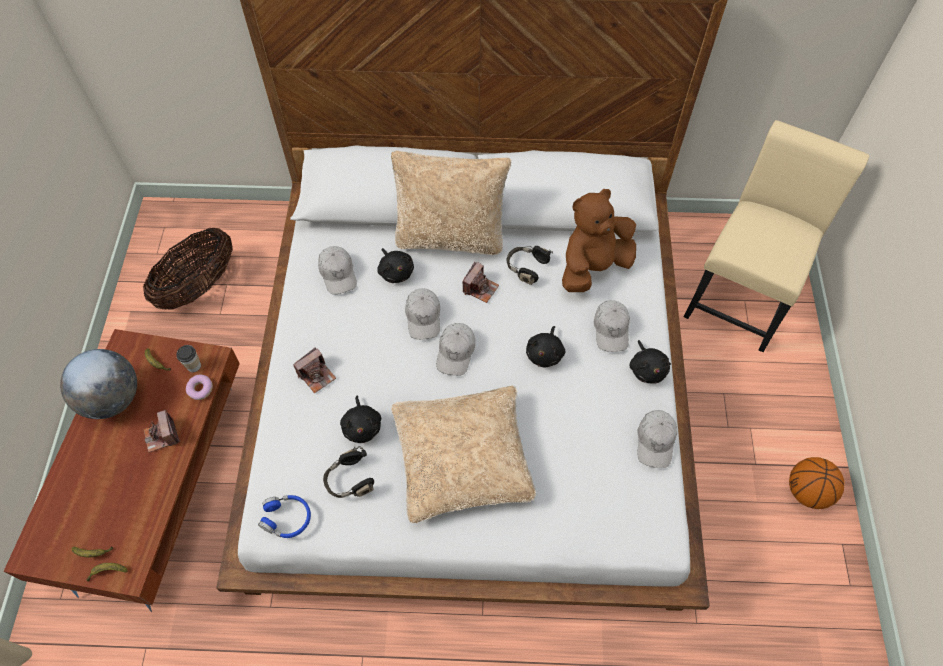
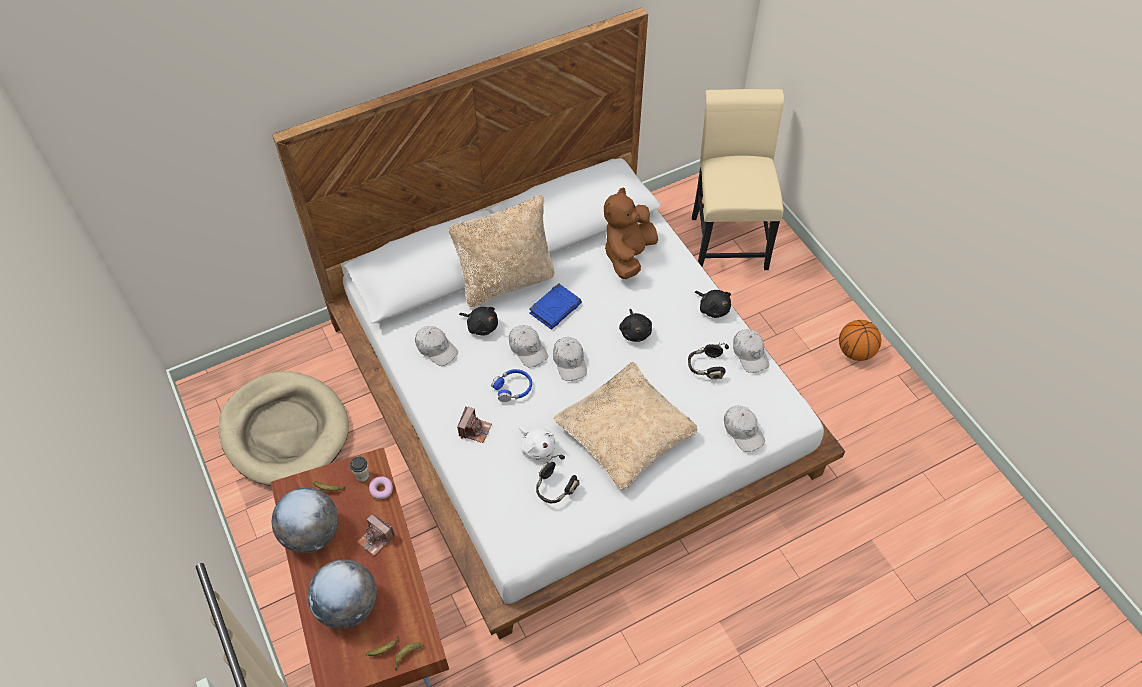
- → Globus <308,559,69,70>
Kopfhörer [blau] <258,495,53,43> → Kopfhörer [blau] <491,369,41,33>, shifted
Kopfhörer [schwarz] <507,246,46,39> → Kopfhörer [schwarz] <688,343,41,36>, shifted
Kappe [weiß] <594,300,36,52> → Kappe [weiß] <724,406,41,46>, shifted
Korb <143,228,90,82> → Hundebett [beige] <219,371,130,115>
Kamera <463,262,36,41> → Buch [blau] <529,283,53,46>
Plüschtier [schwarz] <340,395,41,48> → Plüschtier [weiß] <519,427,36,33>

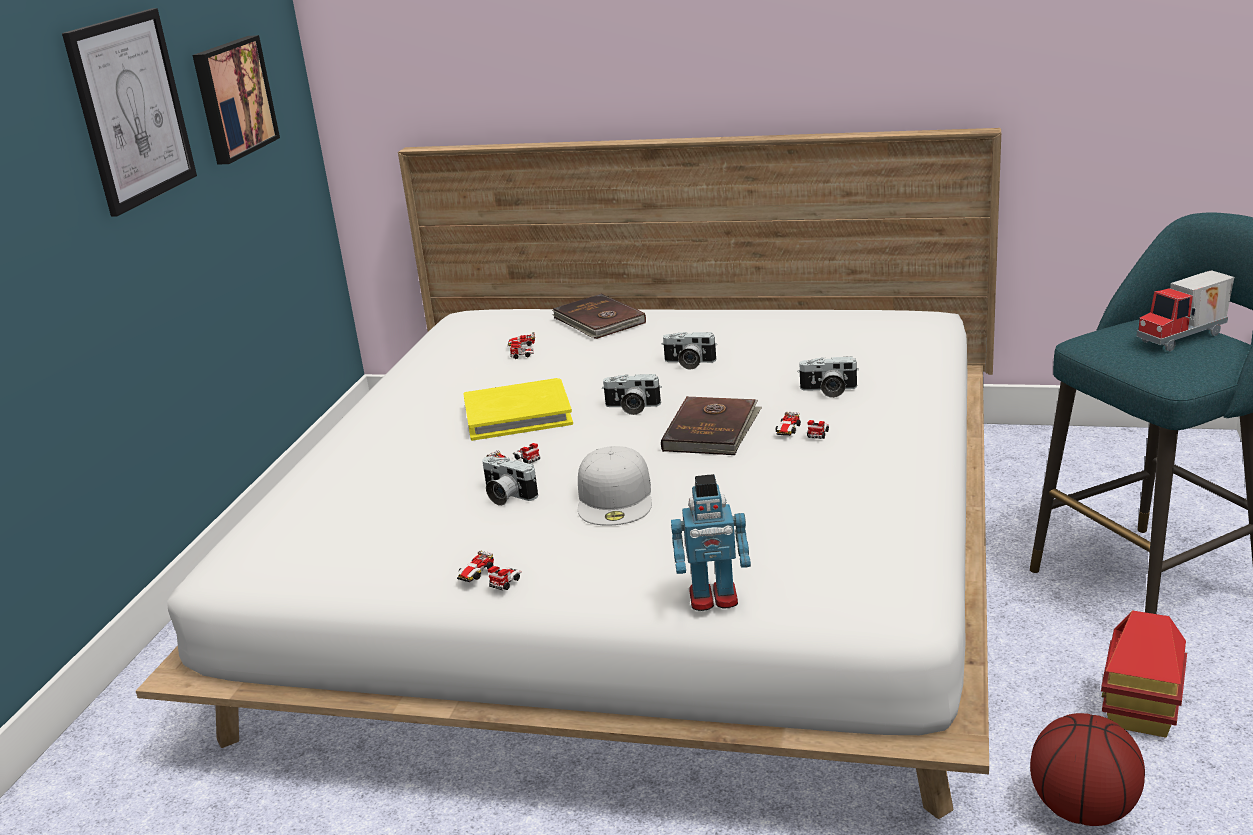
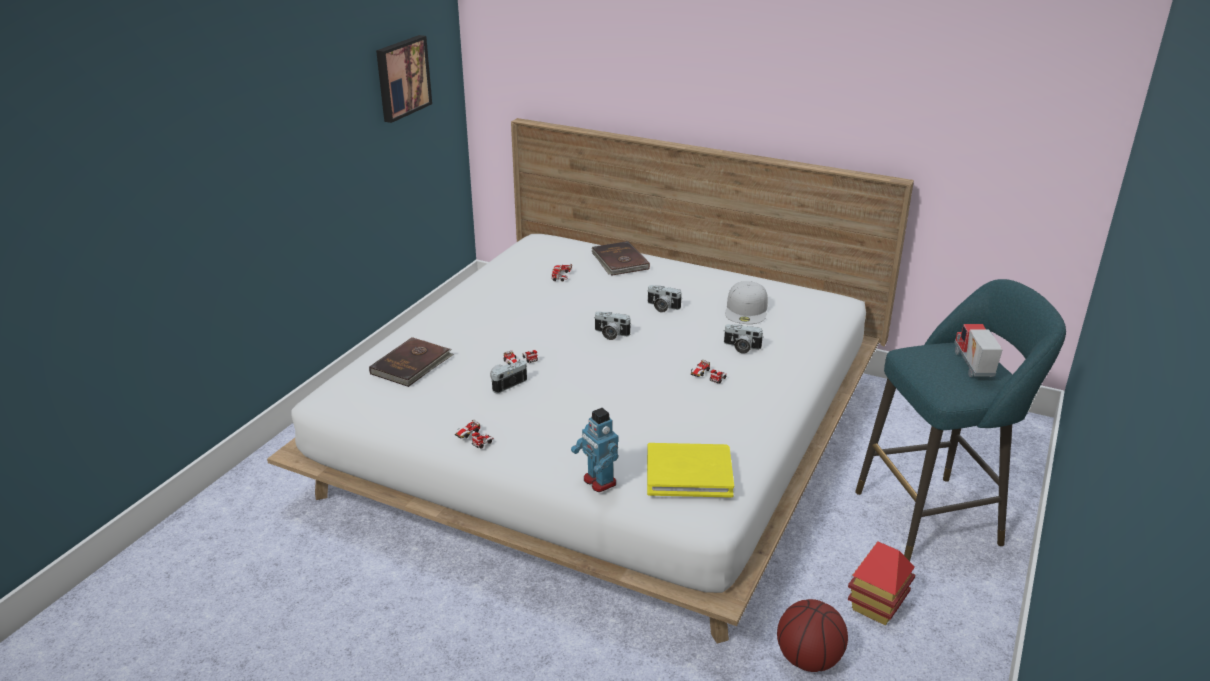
Bild <62,8,135,209> → -
Buch [gelb] <463,378,110,63> → Buch [gelb] <647,443,87,55>, shifted
Kappe [weiß] <578,446,74,80> → Kappe [weiß] <725,281,43,43>, shifted
Buch [braun] <661,396,101,59> → Buch [braun] <369,337,85,50>, shifted
Kamera <482,456,56,50> → Kamera <490,360,37,34>, 90 degrees clockwise
Spielzeugroboter <671,474,80,137> → Spielzeugroboter <571,408,48,84>, 45 degrees clockwise
Spielzeuglaster <1136,270,98,81> → Spielzeuglaster <954,324,49,53>, 105 degrees clockwise

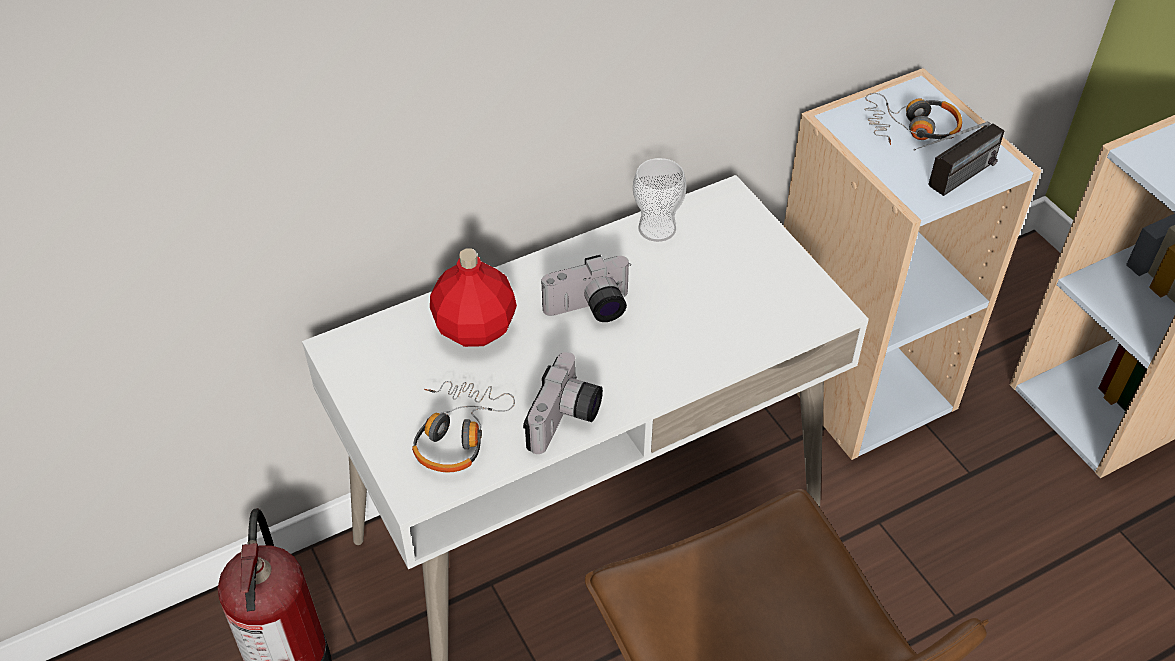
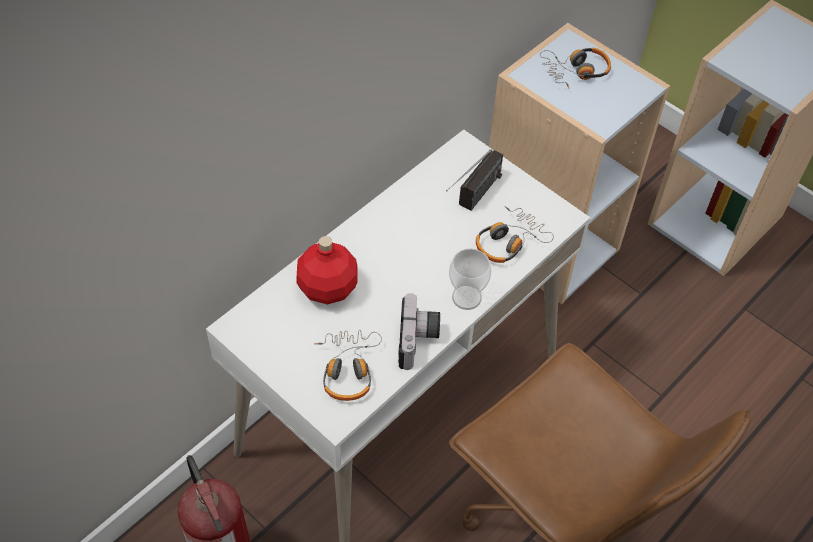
Kamera <541,255,90,67> → -
- → Kopfhörer <476,206,78,57>
Tasse <633,158,54,84> → Tasse <449,249,43,61>, shifted
Radio <914,121,91,75> → Radio <446,149,57,62>, shifted

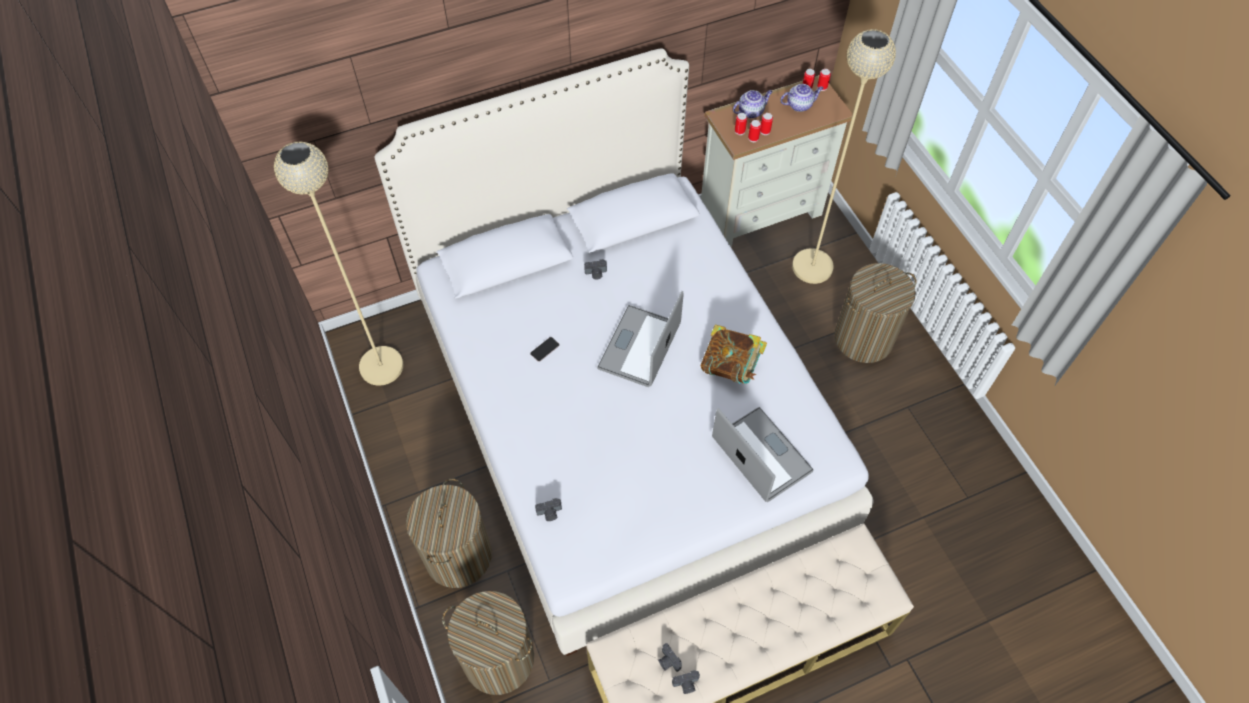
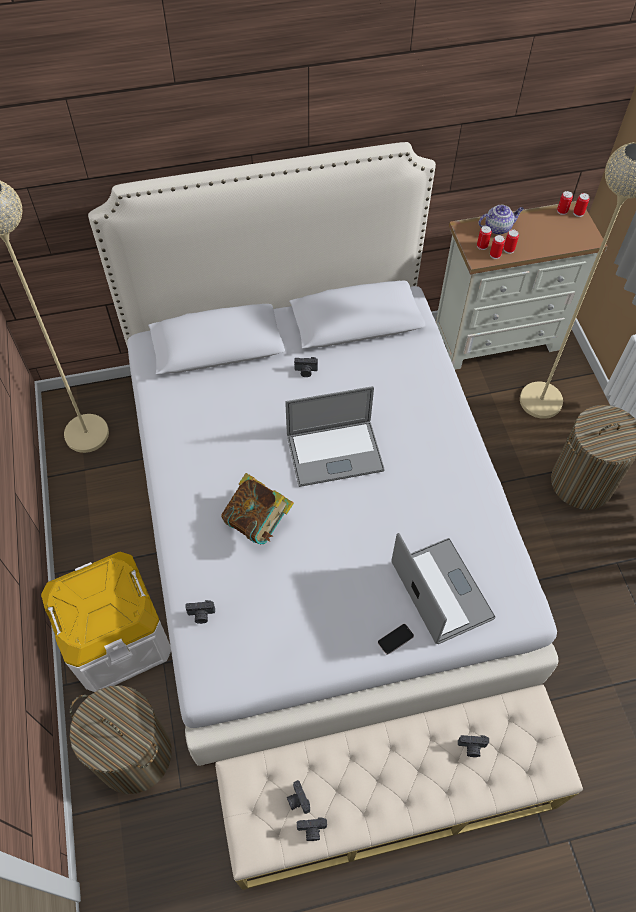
Teekanne <780,84,43,28> → -
- → Kamera <458,735,31,22>
Handy <530,337,30,25> → Handy <378,624,36,31>, shifted
Buch <701,324,66,60> → Buch <221,473,73,71>, shifted
Wäschekorb <406,479,86,109> → Aufbewahrungsbox [weiß] <41,552,130,140>
Laptop <597,291,87,96> → Laptop <285,386,99,101>, 135 degrees counterclockwise

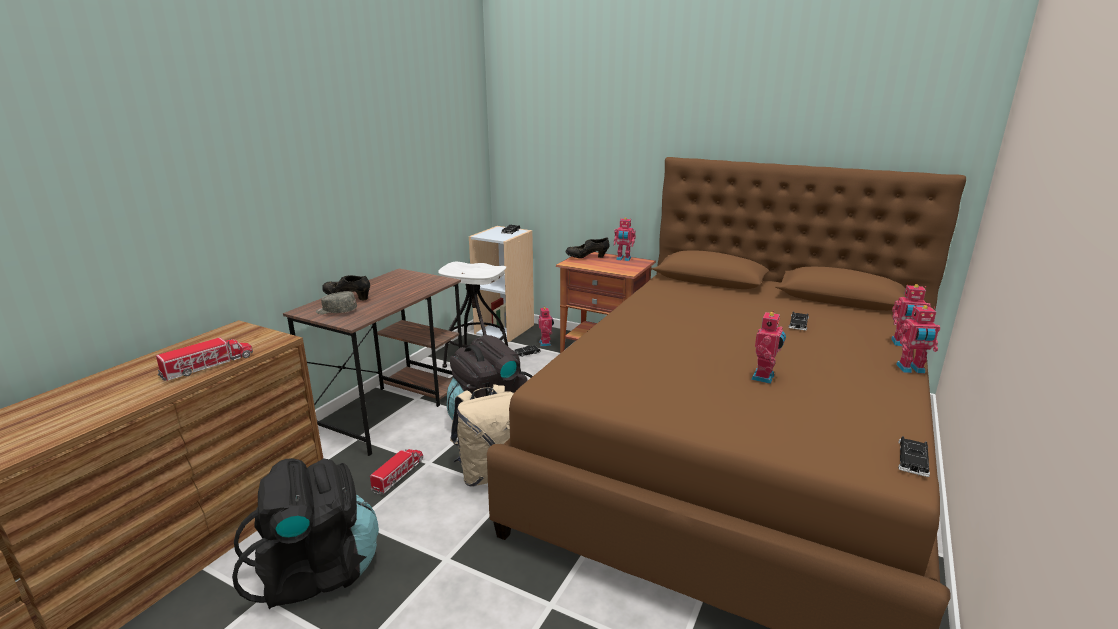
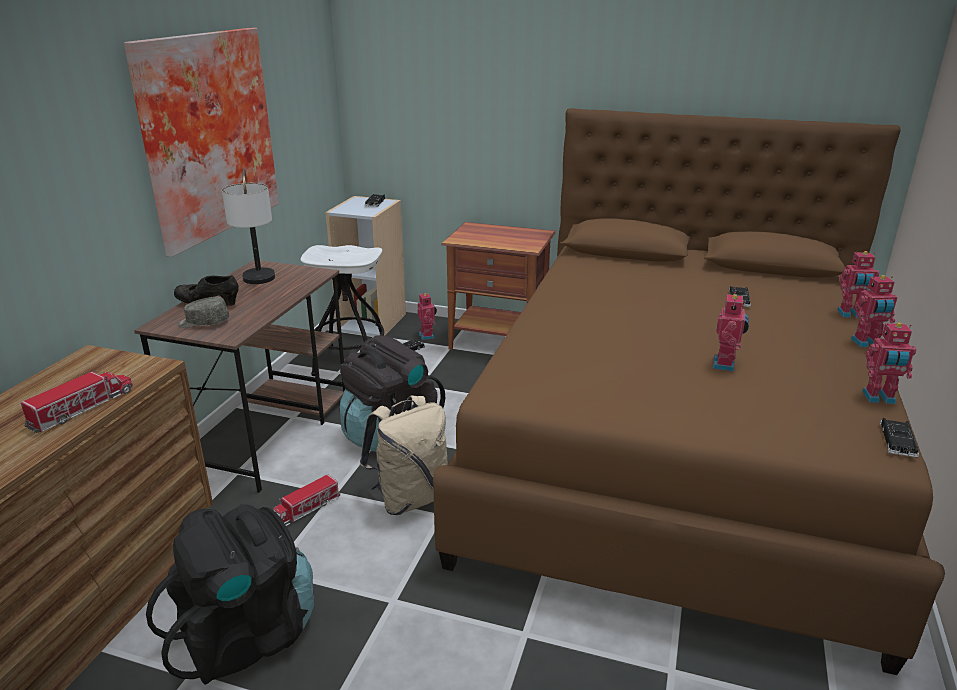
Schuh [schwarz] <565,238,44,20> → -
- → Bild <124,27,155,230>
- → Tischlampe <222,169,53,115>
Spielzeugroboter <614,218,22,43> → Spielzeugroboter <862,322,54,82>, shifted
Spielzeuglaster <370,449,53,45> → Spielzeuglaster <273,474,67,52>, 150 degrees counterclockwise

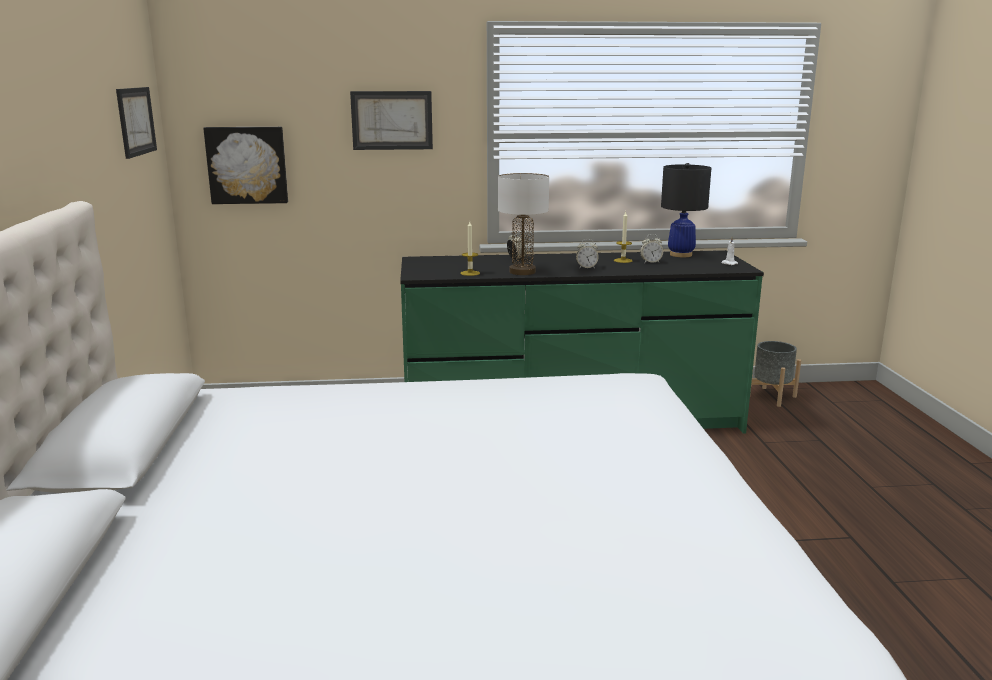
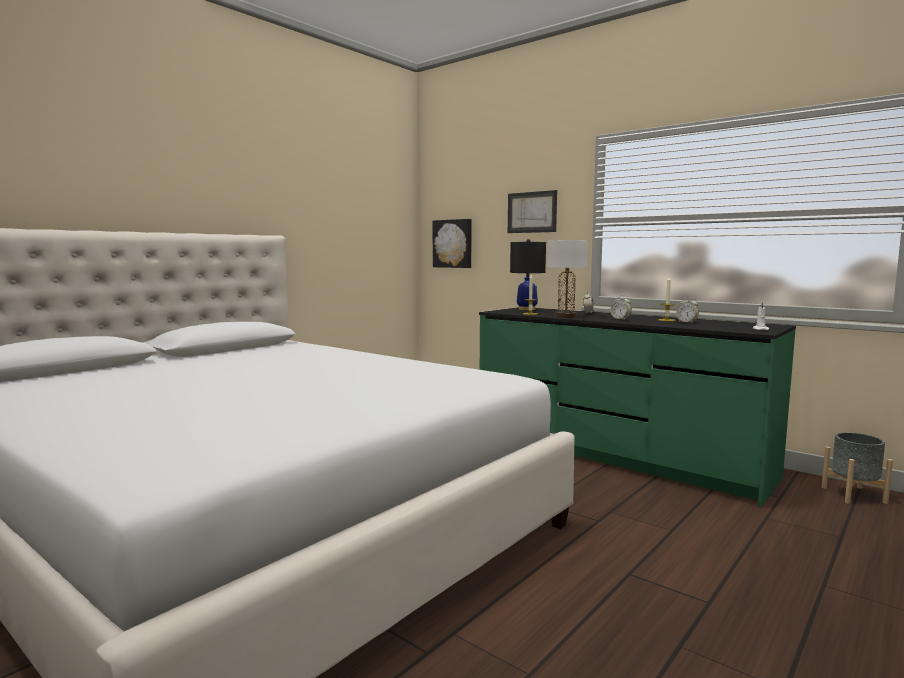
Bild <116,87,41,72> → -
Tischlampe [schwarz] <661,163,50,94> → Tischlampe [schwarz] <510,239,36,71>, shifted

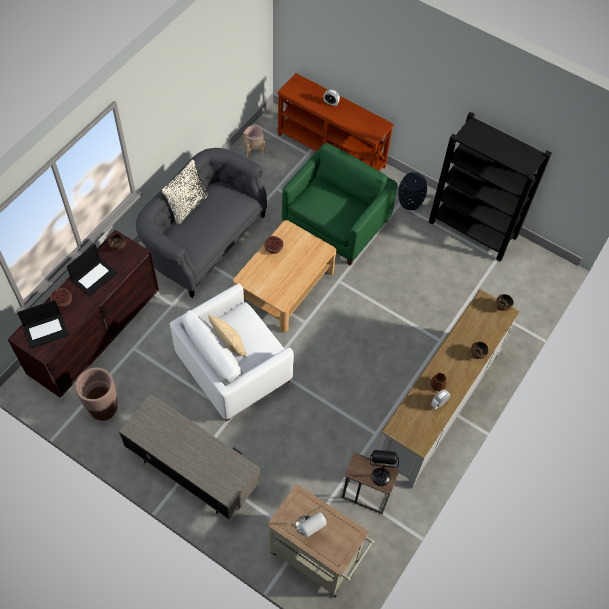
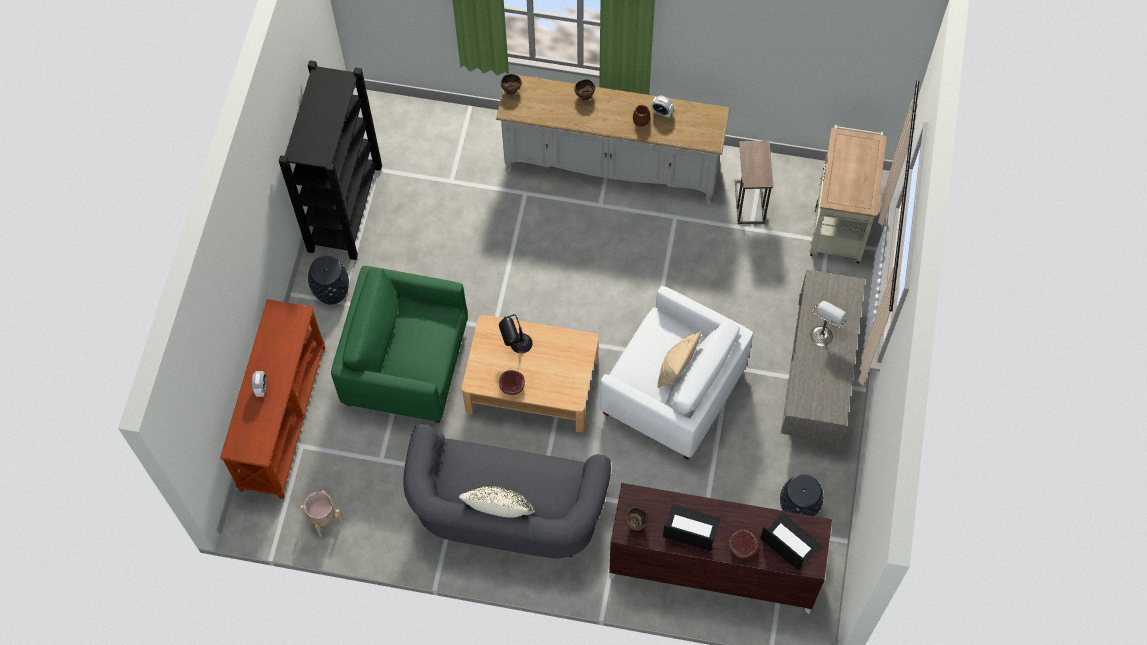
Tischlampe [weiß] <294,507,32,30> → Tischlampe [weiß] <810,301,37,45>, shifted
Tischlampe [schwarz] <370,450,29,36> → Tischlampe [schwarz] <499,314,34,40>, shifted
Pflanzkübel [braun] <75,368,42,53> → Hocker [schwarz] <780,474,43,42>

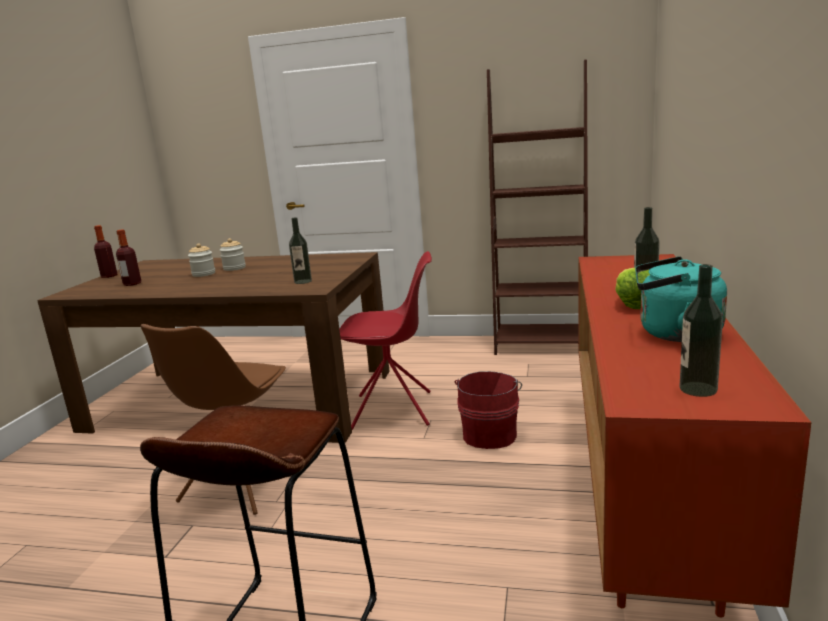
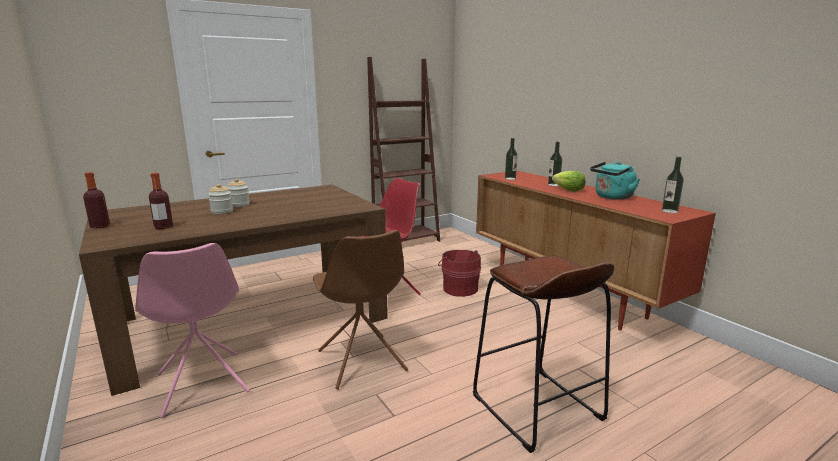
- → Stuhl [rosa] <135,243,115,175>
Flasche <289,217,23,67> → Flasche <505,138,12,42>, shifted

